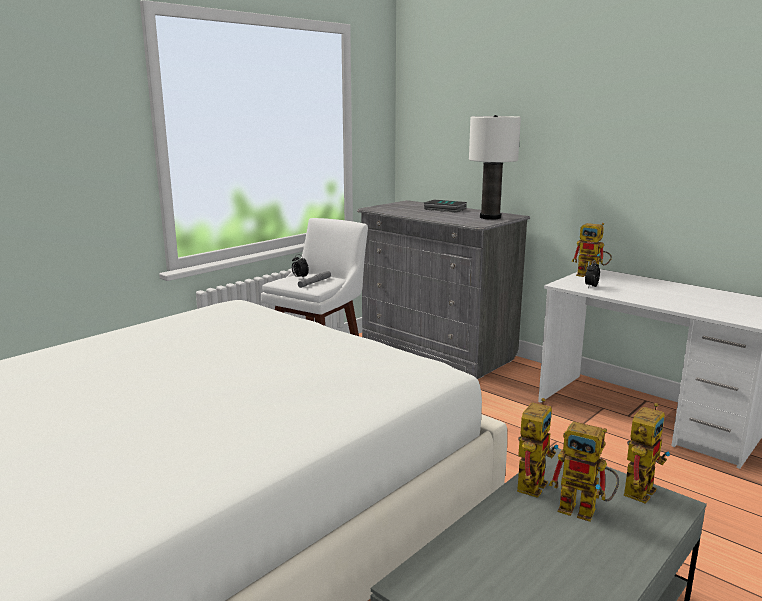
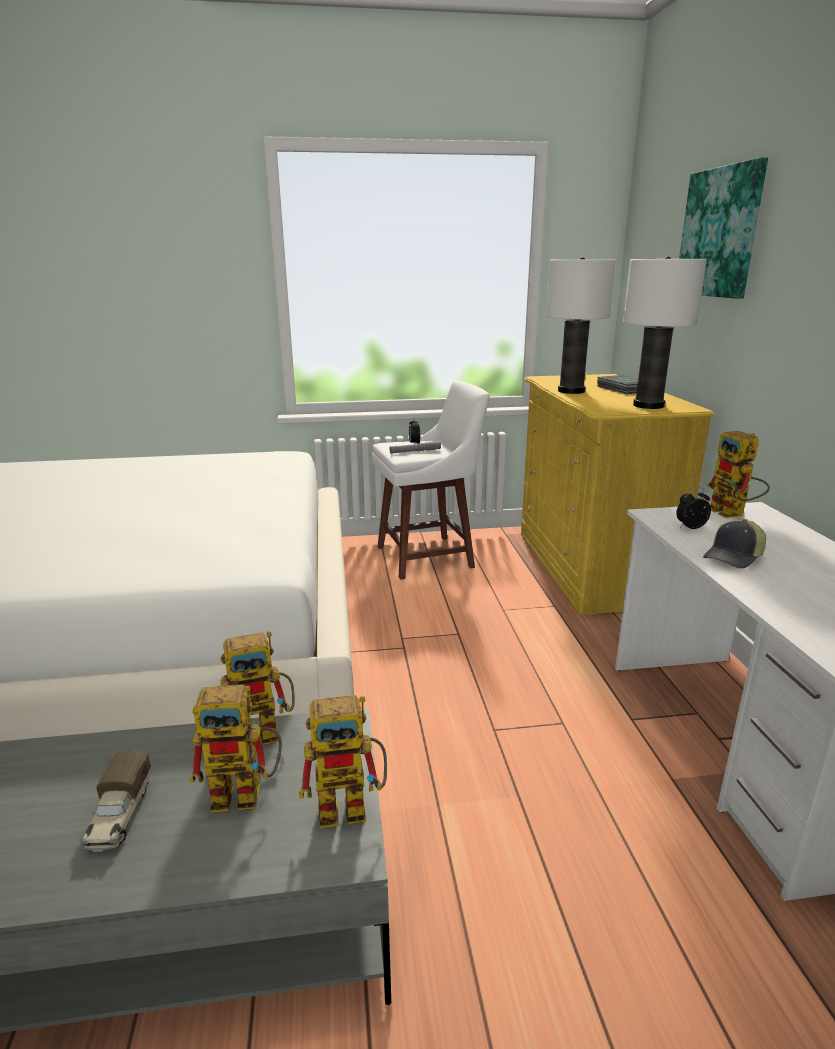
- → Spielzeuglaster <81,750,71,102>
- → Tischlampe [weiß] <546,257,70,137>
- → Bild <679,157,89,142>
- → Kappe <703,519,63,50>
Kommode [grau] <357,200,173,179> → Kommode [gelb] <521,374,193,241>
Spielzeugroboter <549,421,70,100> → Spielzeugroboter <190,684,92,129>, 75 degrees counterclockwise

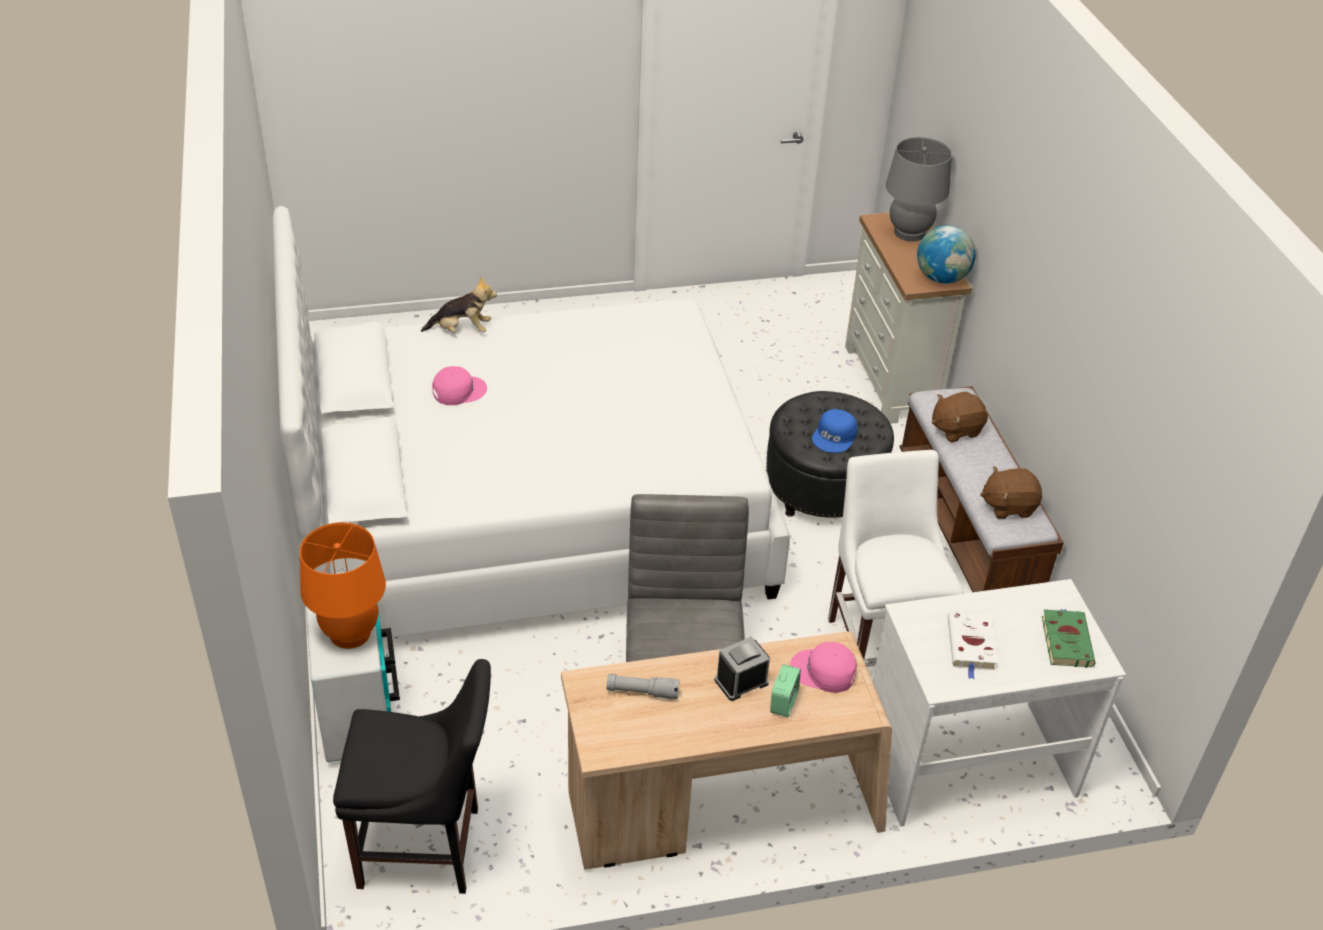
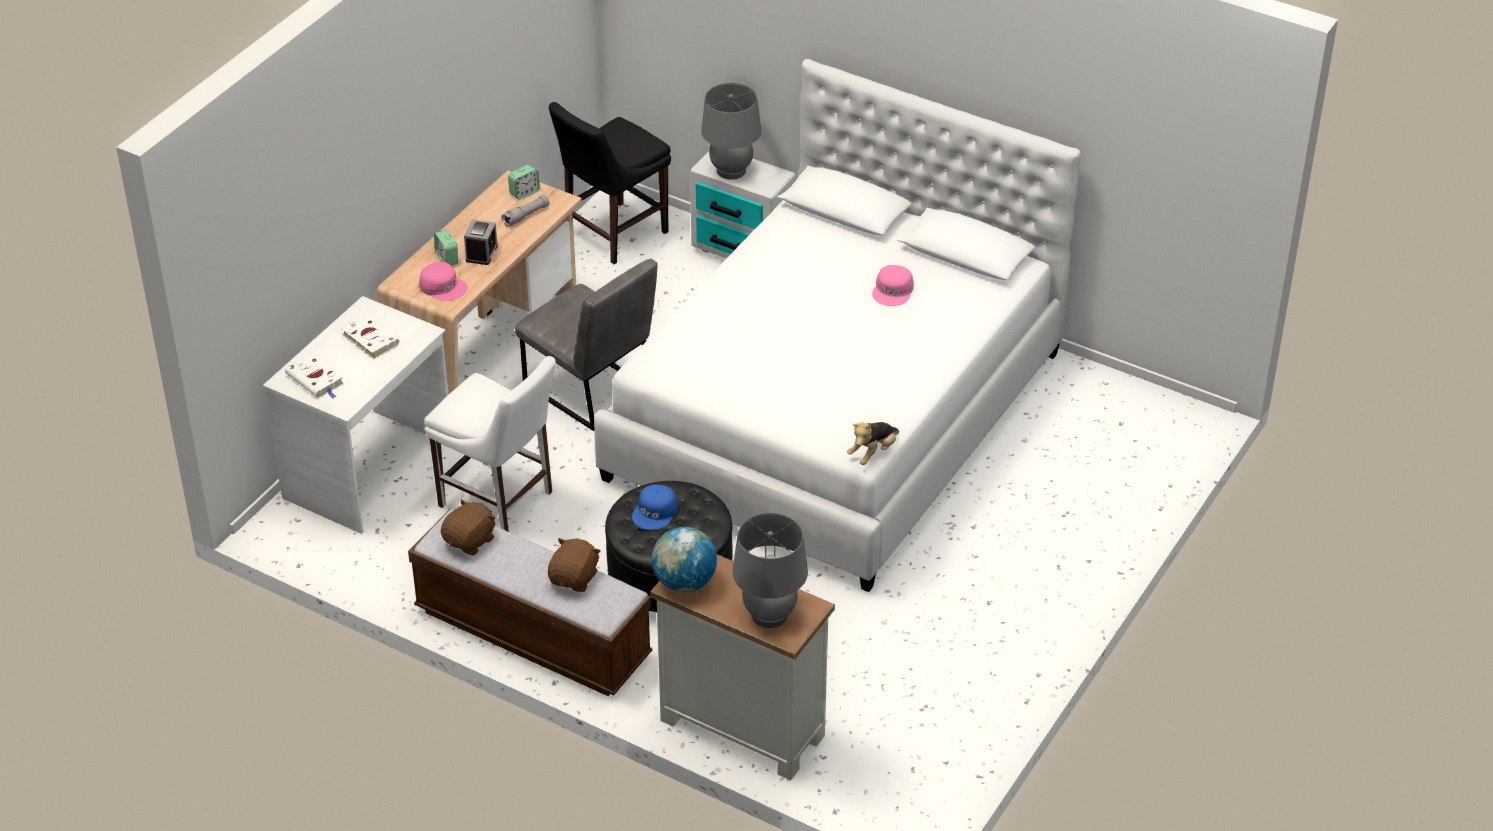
- → Wecker <508,165,32,34>
Plüschtier <421,277,76,56> → Plüschtier <847,422,52,43>, shifted
Tischlampe [orange] <300,522,86,127> → Tischlampe [grau] <701,83,60,97>
Buch [grün] <1042,609,53,59> → Buch [weiß] <285,353,59,45>
Kappe [rosa] <790,642,67,51> → Kappe [rosa] <419,262,49,39>, 60 degrees clockwise
Kappe [blau] <812,409,46,44> → Kappe [blau] <632,484,46,46>, 135 degrees counterclockwise

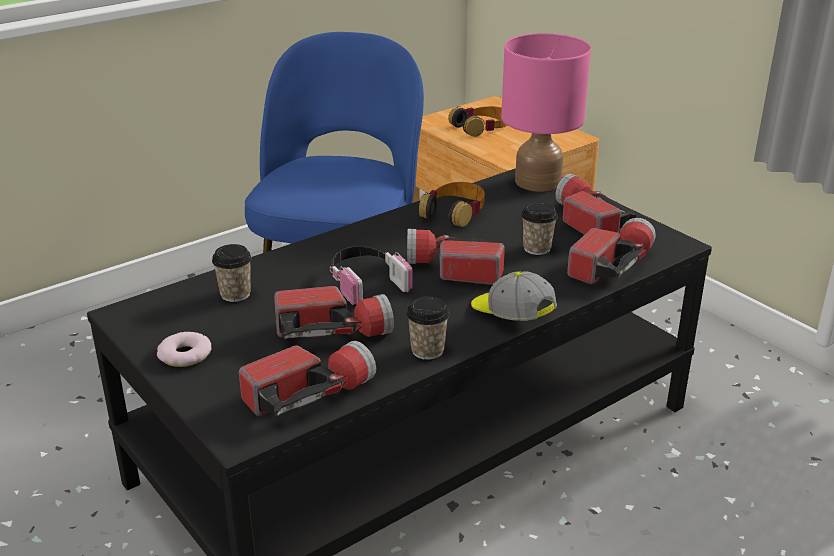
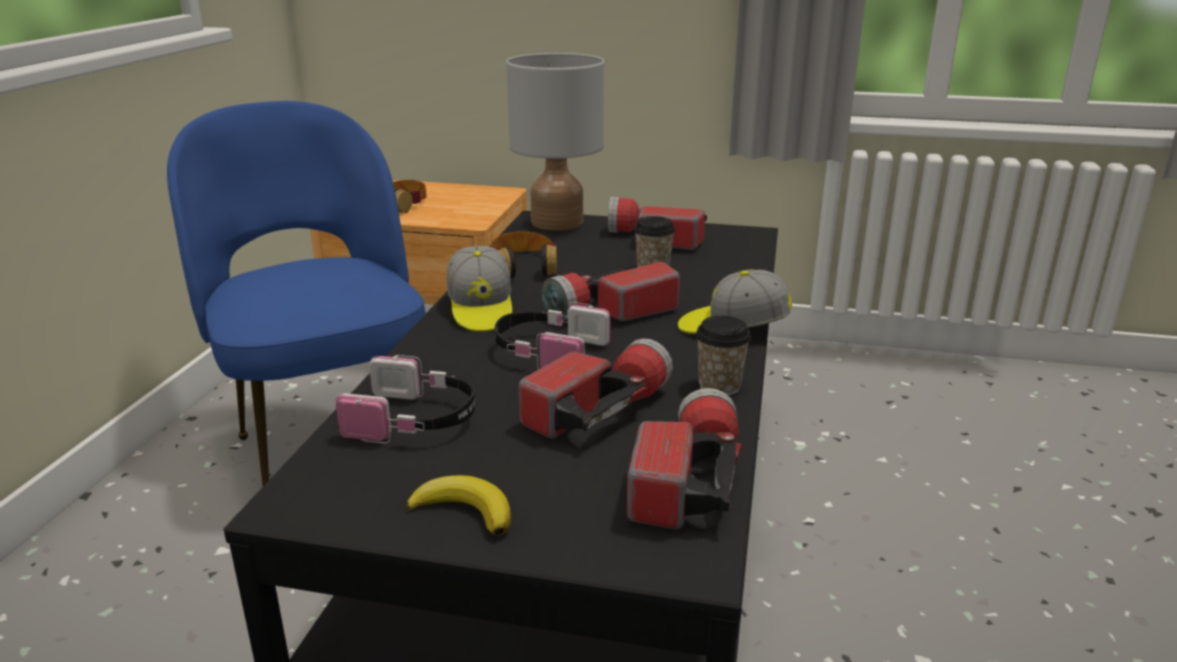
Taschenlampe <567,218,89,66> → -
- → Kappe <447,246,65,86>
Donut <157,332,54,35> → Banane <406,475,105,60>
Tasse <212,244,40,58> → Kopfhörer <336,355,139,89>
Tischlampe [rosa] <501,33,90,159> → Tischlampe [grau] <506,53,98,177>

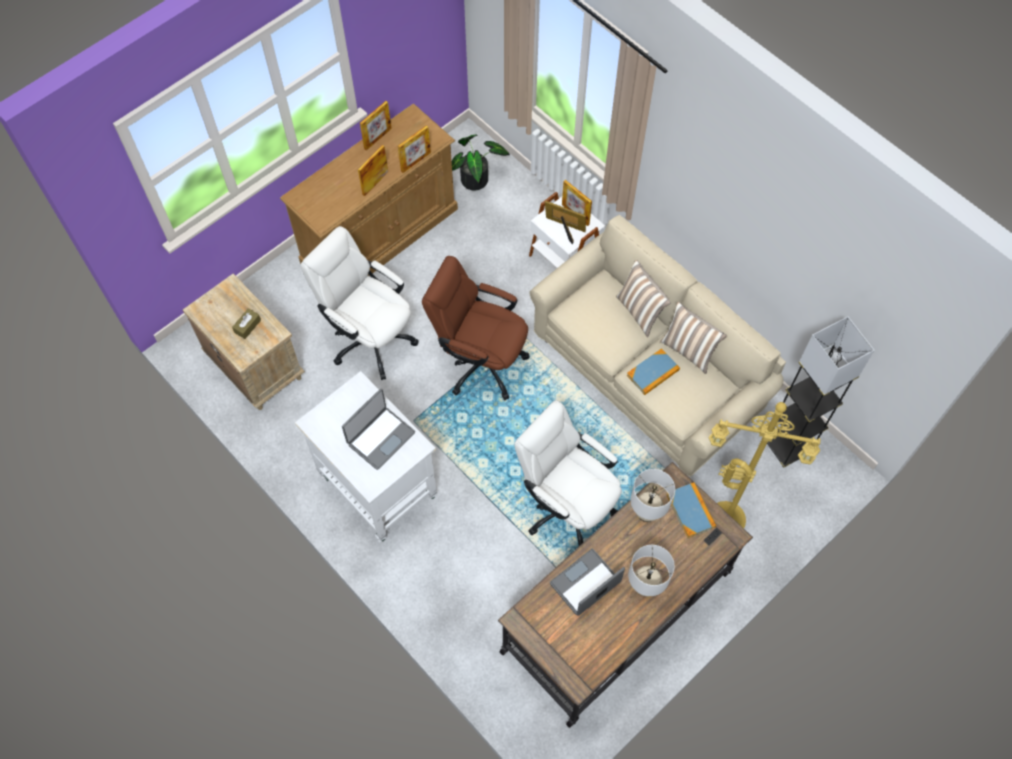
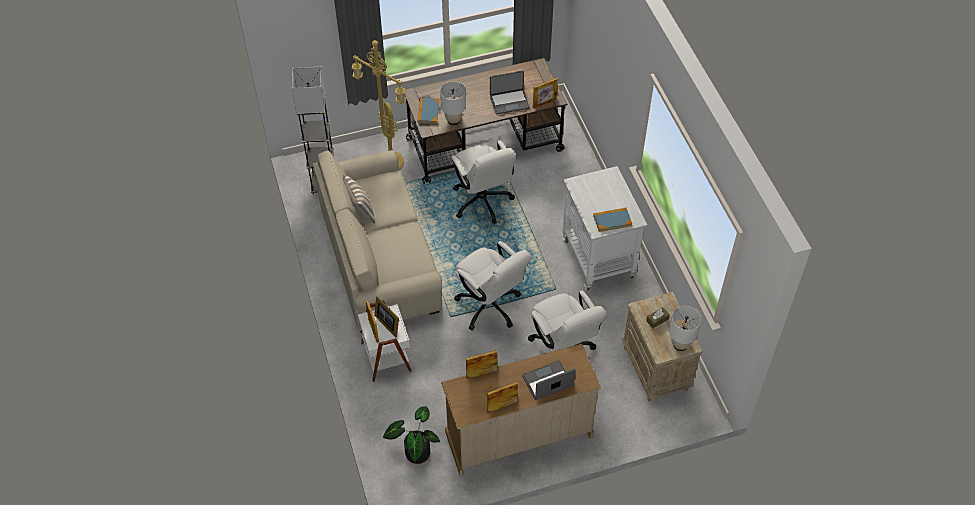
Kissen <616,260,55,77> → -
Laptop <342,389,73,81> → Laptop <522,360,54,40>, shifted
Bilderrahmen <358,145,30,51> → Bilderrahmen <533,78,25,31>, shifted
Buch <627,348,53,47> → Buch <593,208,39,24>, shifted
Tischlampe [weiß] <628,545,47,51> → Tischlampe [weiß] <669,306,33,45>, shifted
Bürostuhl [braun] <422,256,107,144> → Bürostuhl [weiß] <454,241,78,90>

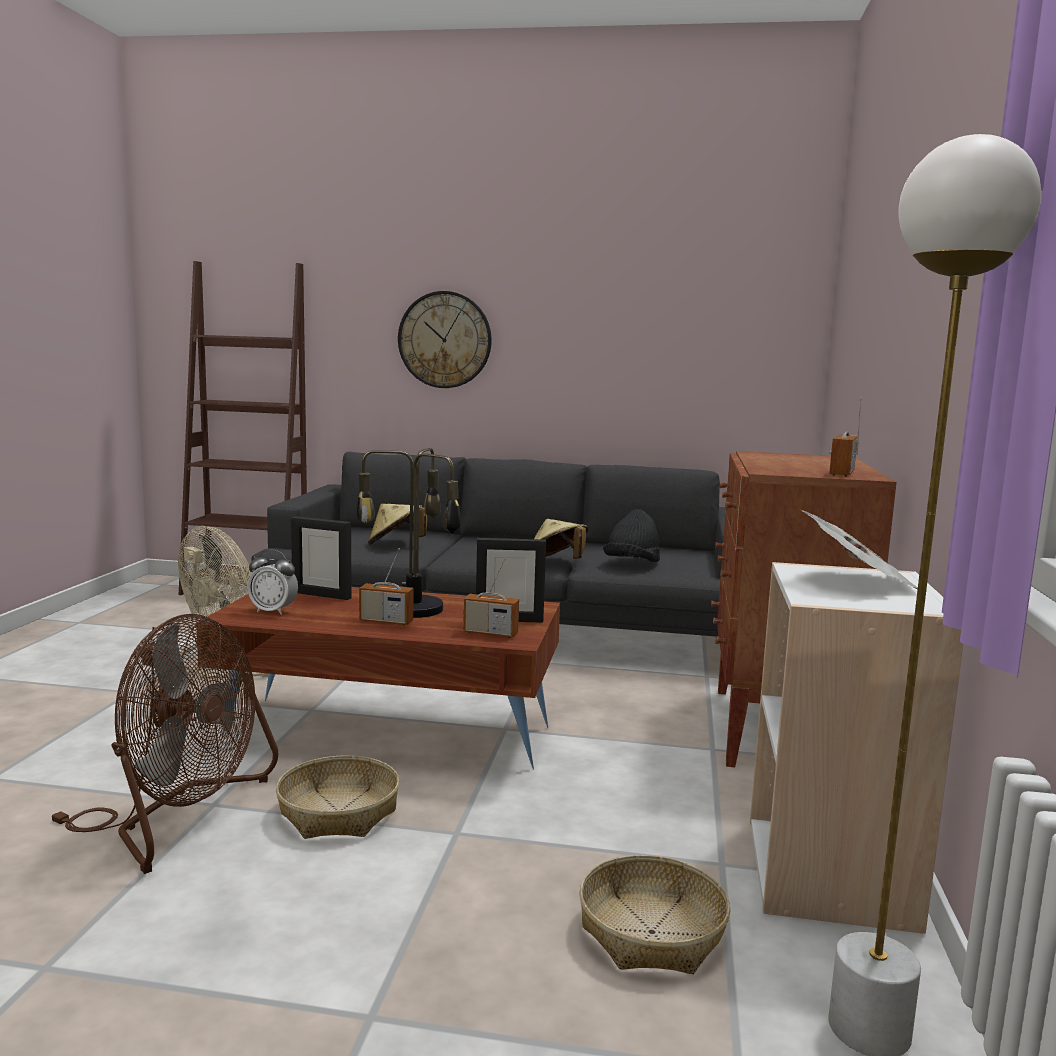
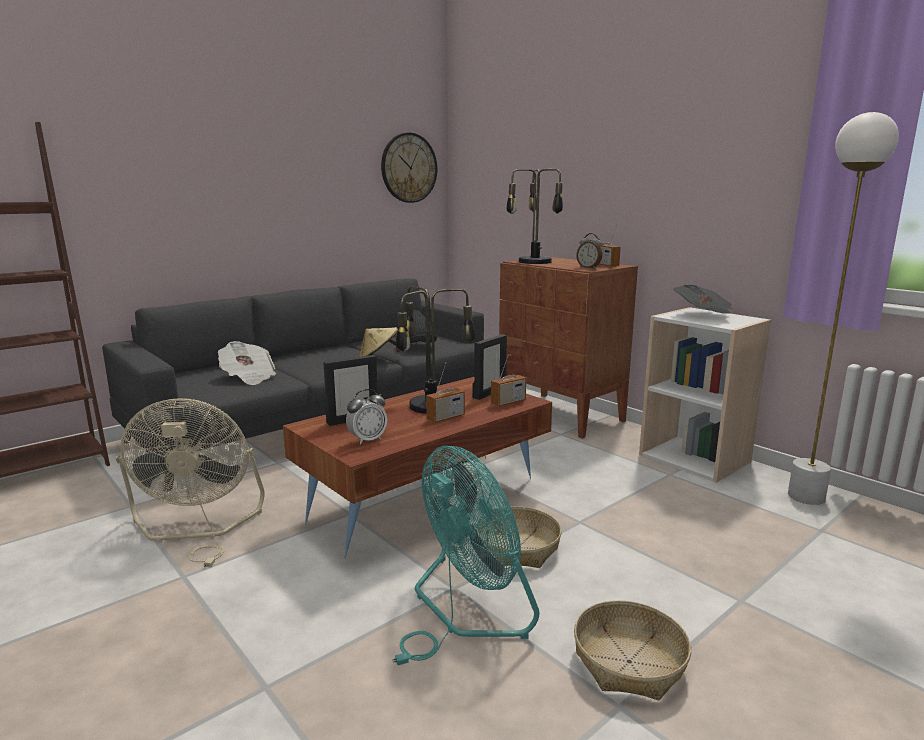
- → Tischlampe <507,169,56,95>
- → Wecker <577,233,25,36>
Wanduhr <398,291,94,97> → Wanduhr <381,133,56,70>, shifted
Korb <579,855,151,119> → Korb <574,600,117,100>, shifted
Hut [beige] <368,504,59,41> → Zeitung <218,341,58,44>
Ventilator [braun] <52,614,226,260> → Ventilator [türkis] <392,446,147,219>

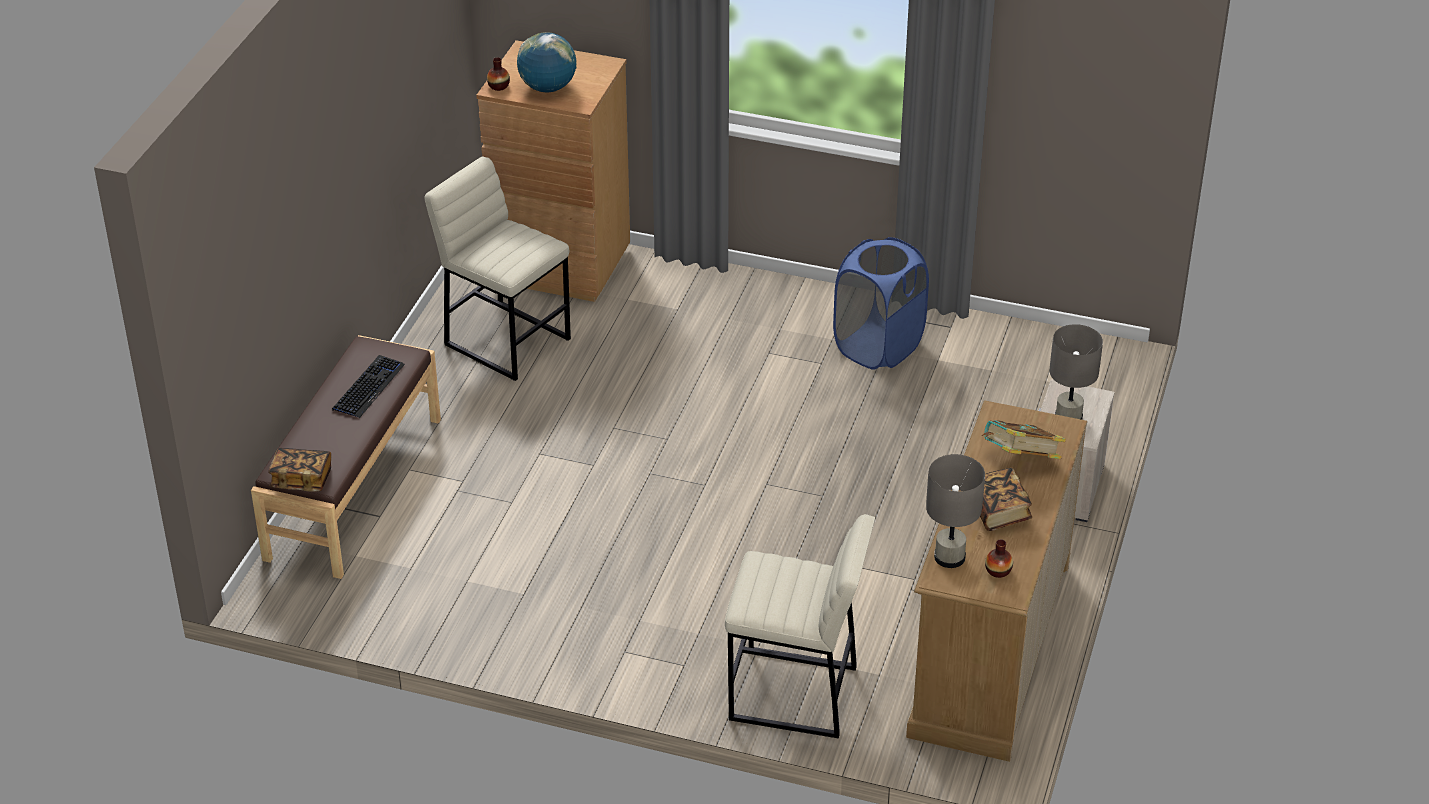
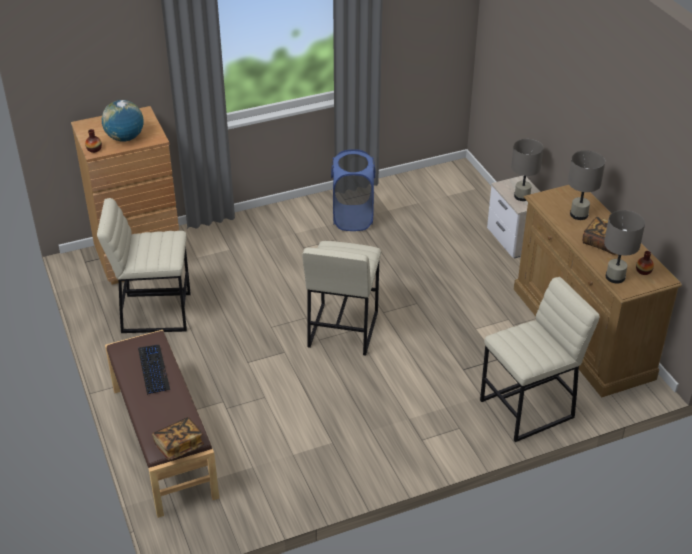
- → Stuhl [beige] <302,241,79,115>
Buch <982,420,84,39> → Tischlampe [grau] <568,150,37,70>

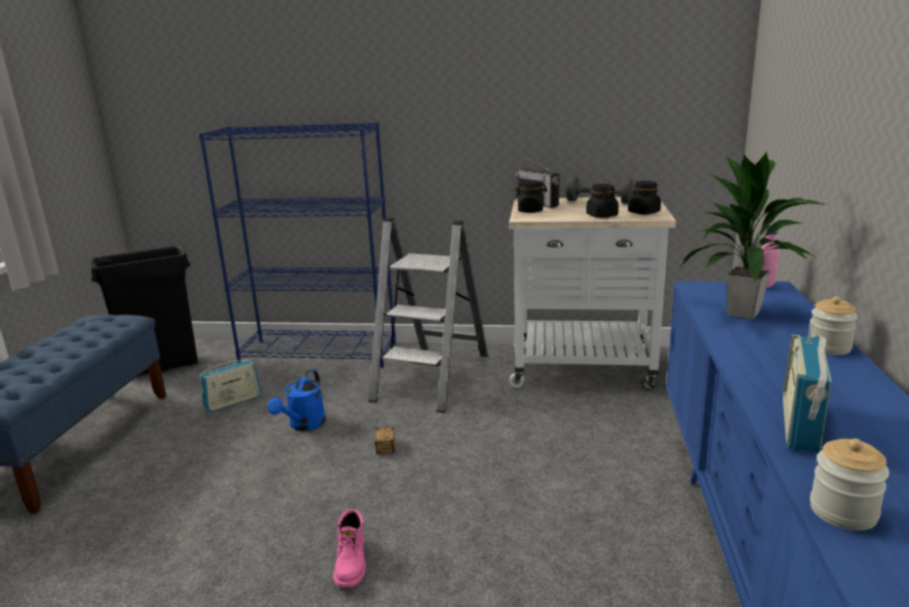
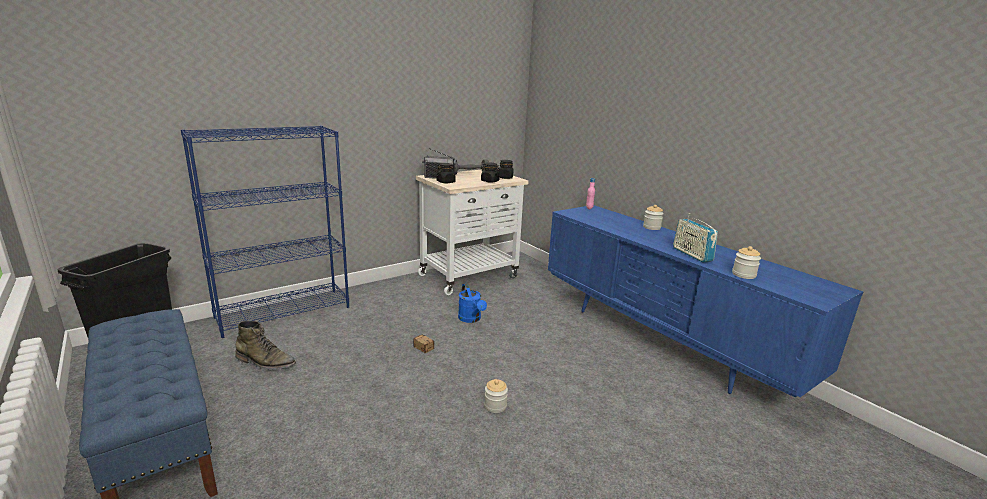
Trittleiter [grau] <368,217,120,196> → -
Topfpflanze <681,152,143,167> → -
Gießkanne [blau] <268,370,58,61> → Gießkanne [blau] <458,284,29,39>, shifted
Radio <200,360,62,52> → Stiefel [grün] <236,321,60,49>
Stiefel [rosa] <333,509,33,79> → Vorratsglas <484,379,24,34>

